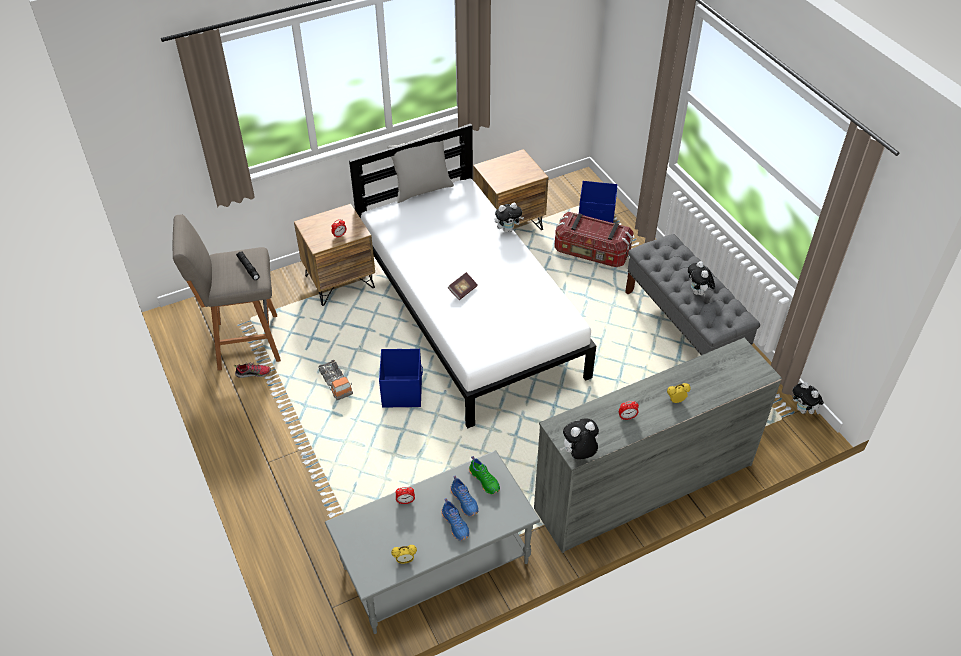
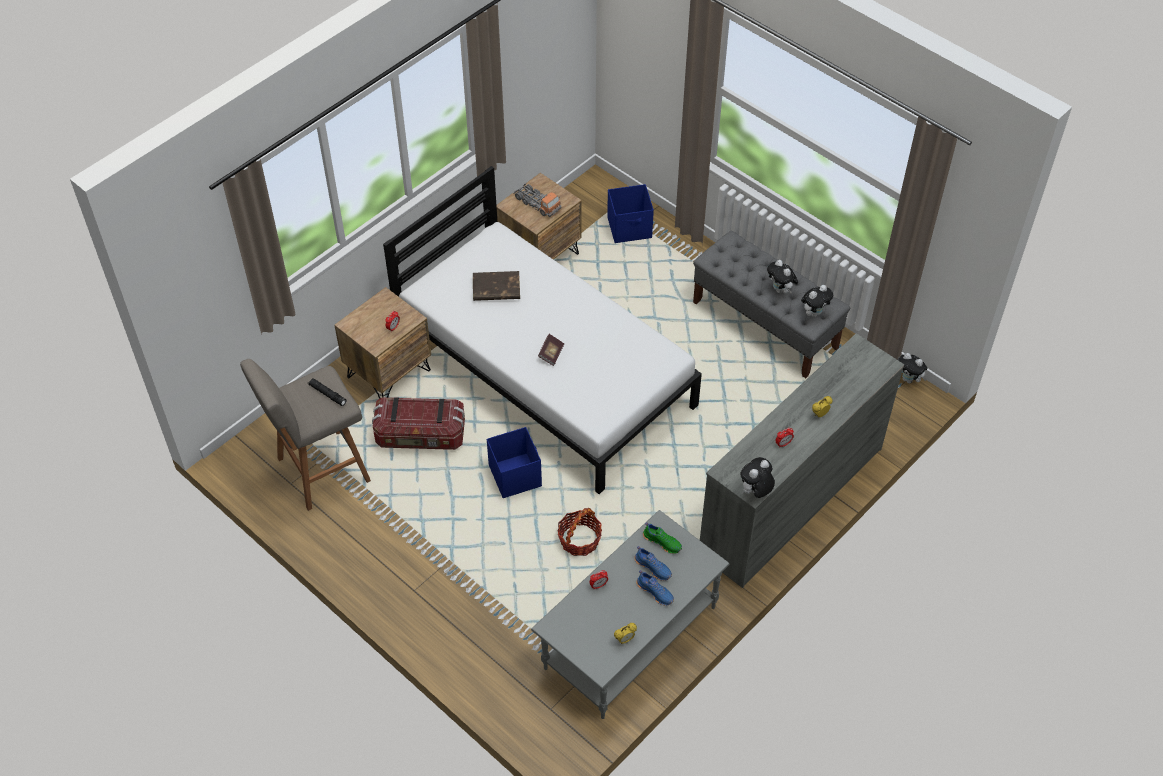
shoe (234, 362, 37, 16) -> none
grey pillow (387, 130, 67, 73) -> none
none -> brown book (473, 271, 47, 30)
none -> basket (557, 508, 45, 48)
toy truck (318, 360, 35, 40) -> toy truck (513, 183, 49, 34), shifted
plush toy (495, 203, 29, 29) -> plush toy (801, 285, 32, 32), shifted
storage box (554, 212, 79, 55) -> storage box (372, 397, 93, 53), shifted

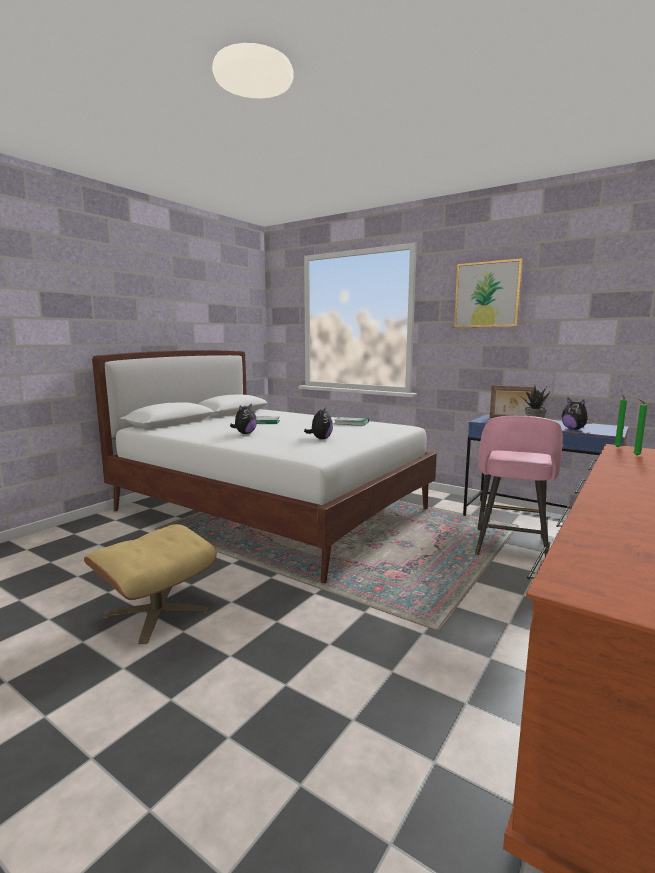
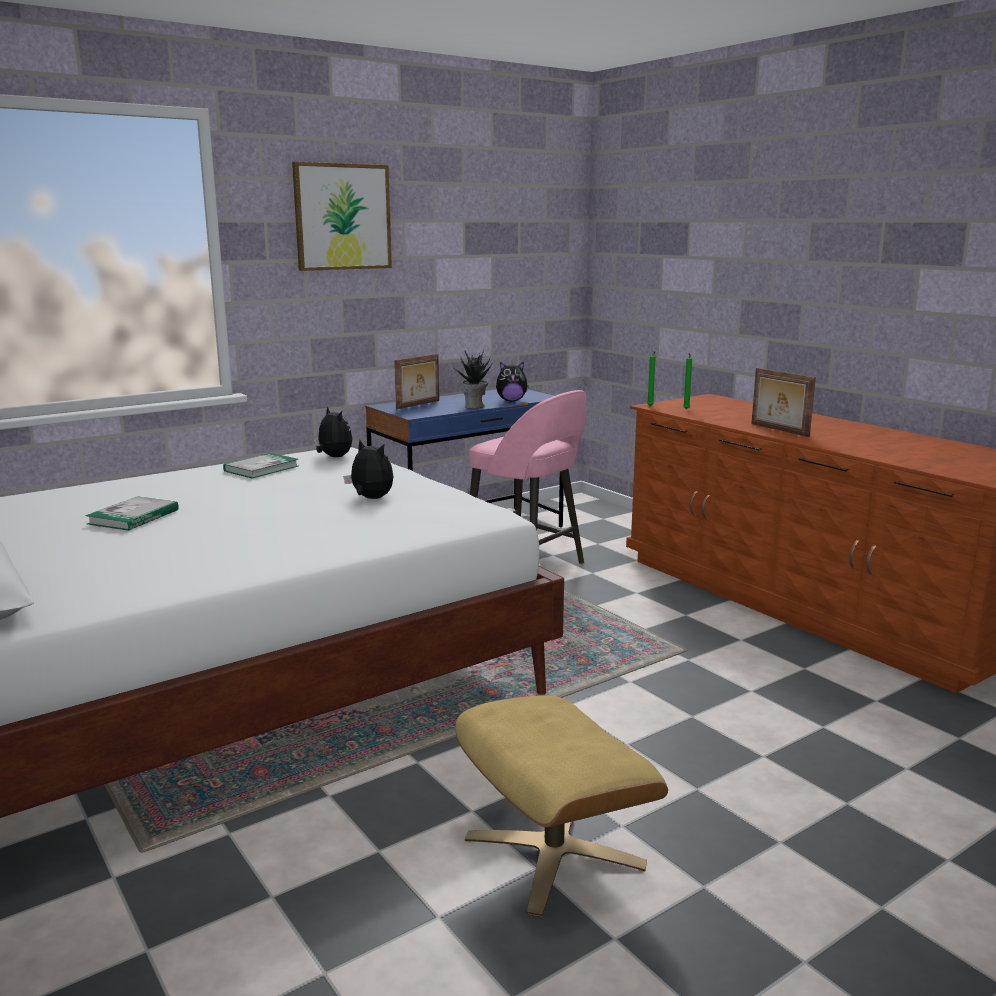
none -> picture frame (751, 368, 65, 69)
plush toy (230, 403, 27, 31) -> plush toy (314, 407, 38, 50), shifted

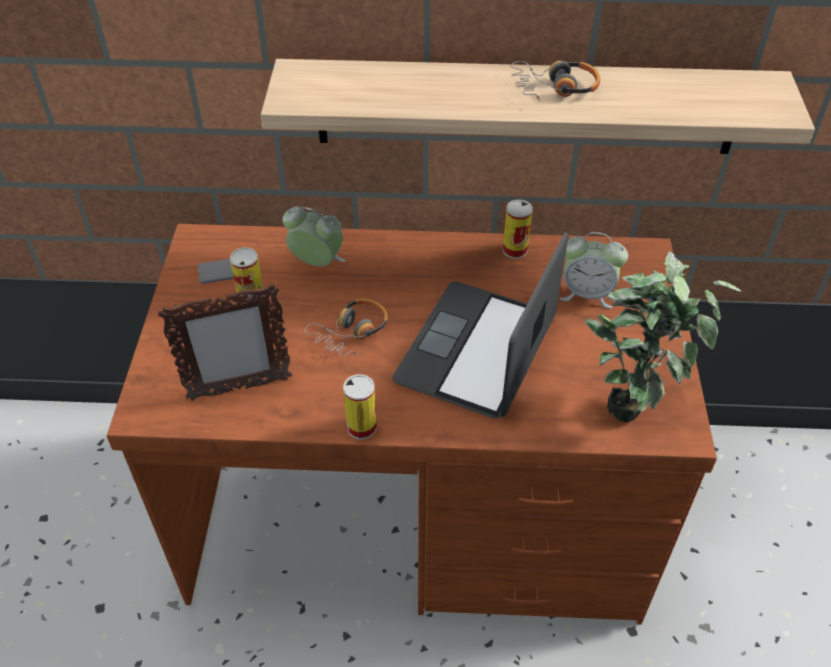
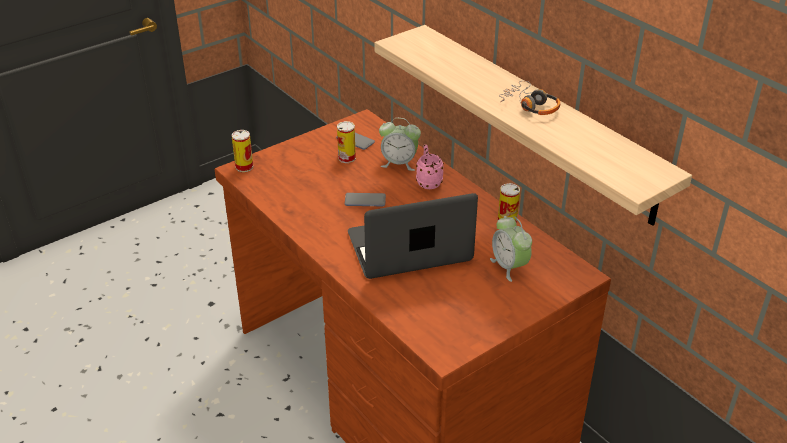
picture frame (158, 284, 134, 117) -> none
potted plant (585, 252, 156, 170) -> none
none -> pink mug (416, 145, 28, 44)
can (343, 374, 34, 66) -> can (231, 130, 22, 42), shifted
headphones (305, 298, 83, 59) -> phone (345, 193, 41, 13)
alarm clock (282, 207, 64, 60) -> alarm clock (379, 118, 42, 53), 120 degrees clockwise

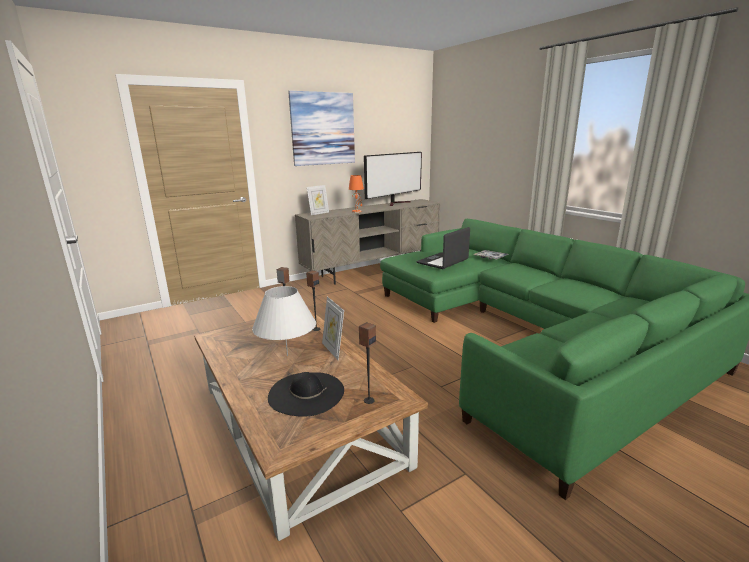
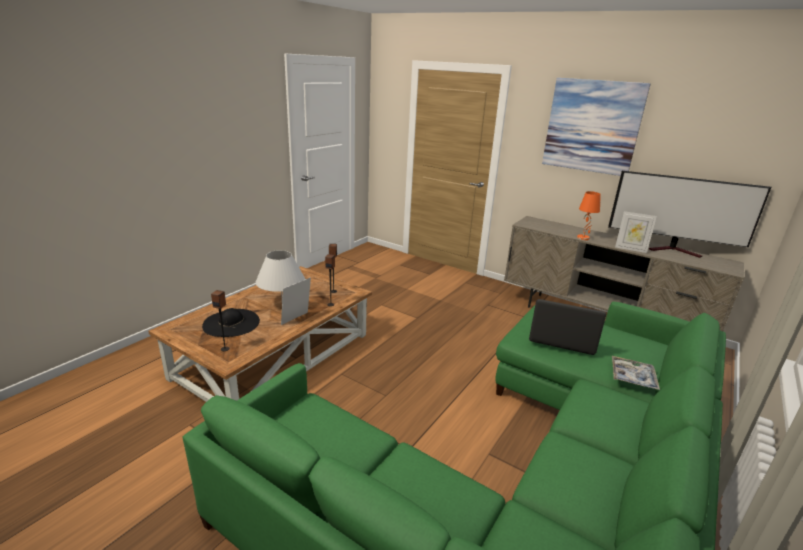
picture frame (307, 185, 22, 30) -> picture frame (615, 211, 42, 42), shifted

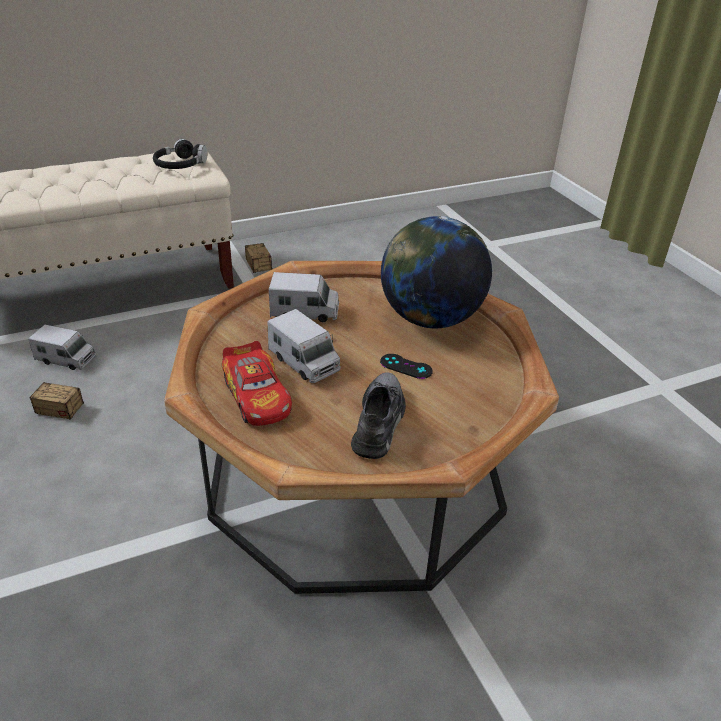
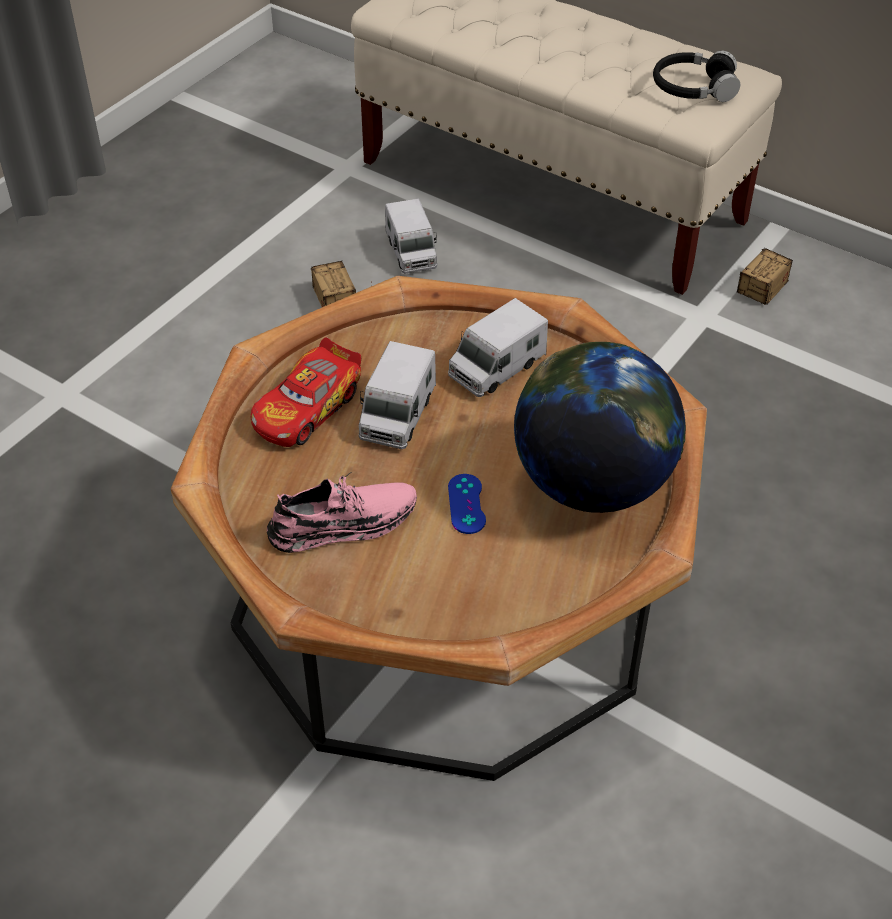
grey shoe (351, 372, 55, 87) -> pink shoe (267, 472, 150, 81)
black game controller (380, 354, 53, 25) -> blue game controller (448, 474, 38, 60)
toy truck (269, 272, 70, 50) -> toy truck (448, 298, 100, 99), 75 degrees clockwise

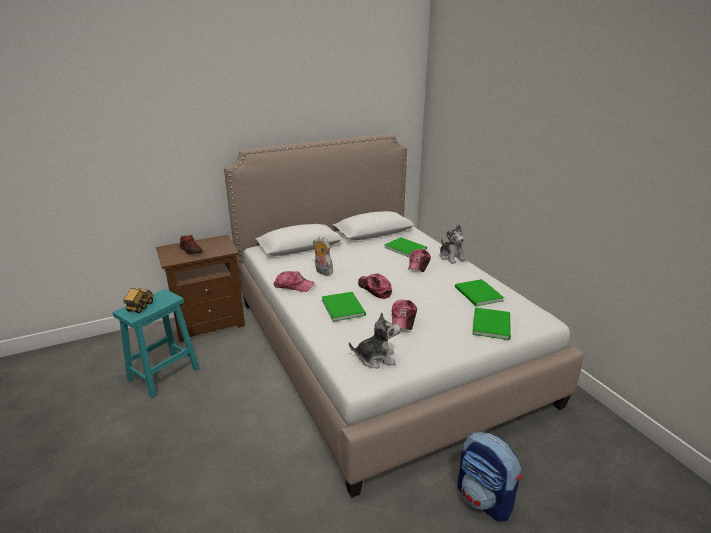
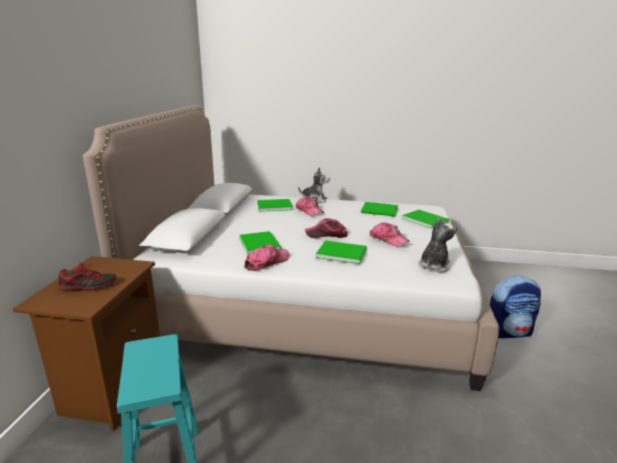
toy truck (123, 288, 31, 25) -> none
plush toy (313, 236, 20, 39) -> green book (239, 231, 43, 23)

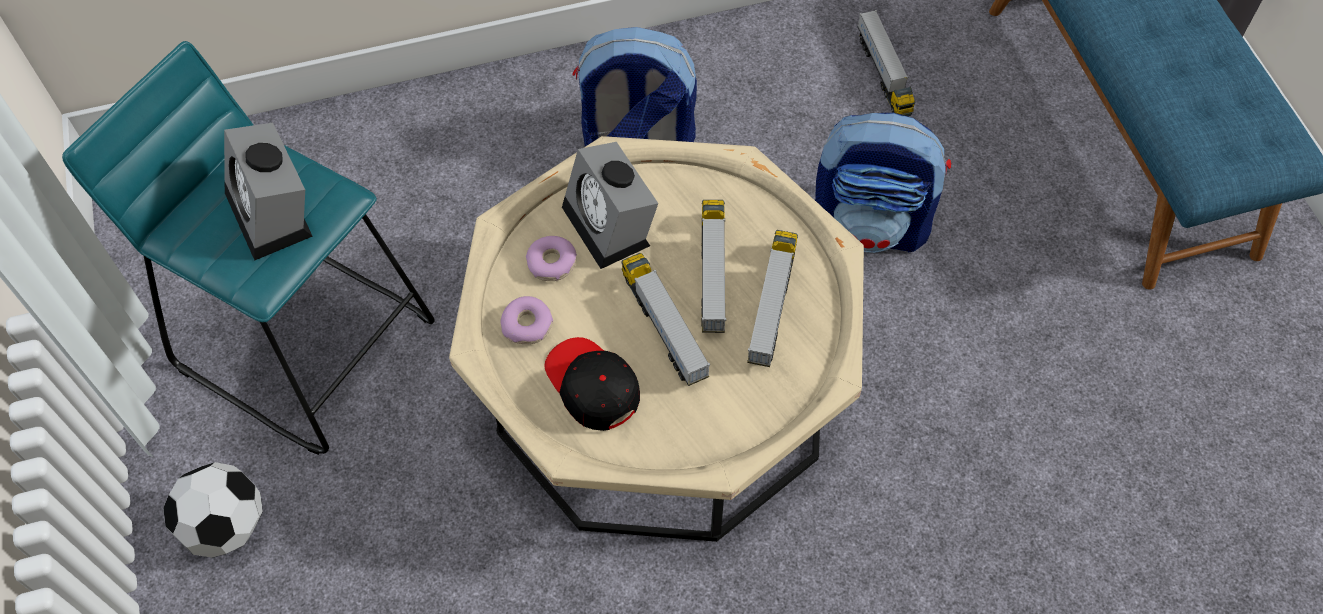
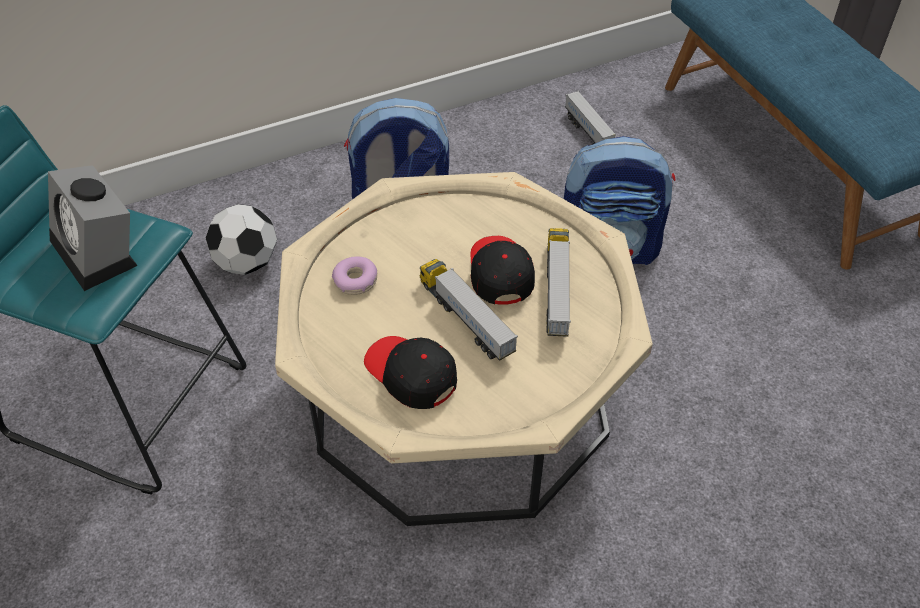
donut (501, 296, 52, 48) -> none
alarm clock (562, 142, 96, 127) -> none
football (163, 462, 100, 96) -> football (206, 204, 71, 71), shifted
toy truck (701, 200, 25, 133) -> black cap (471, 236, 64, 69)

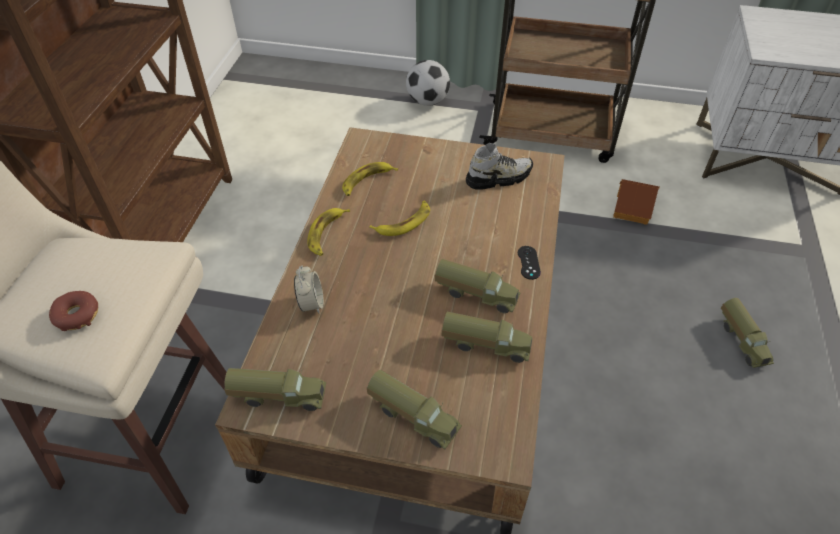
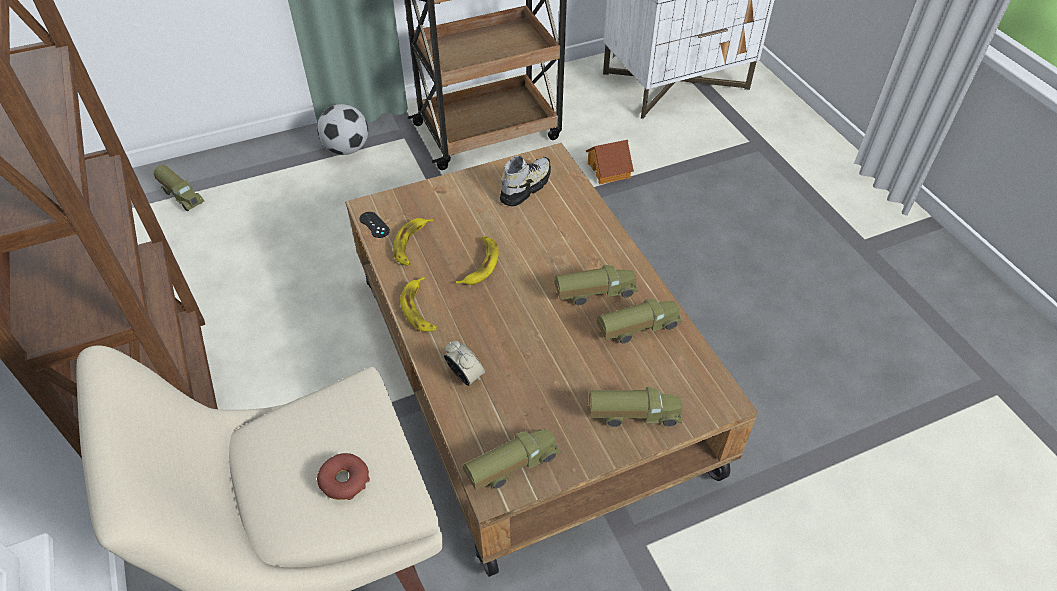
black game controller (518, 246, 23, 34) -> black game controller (359, 212, 31, 26), shifted
toy truck (721, 298, 53, 70) -> toy truck (154, 165, 50, 46), shifted

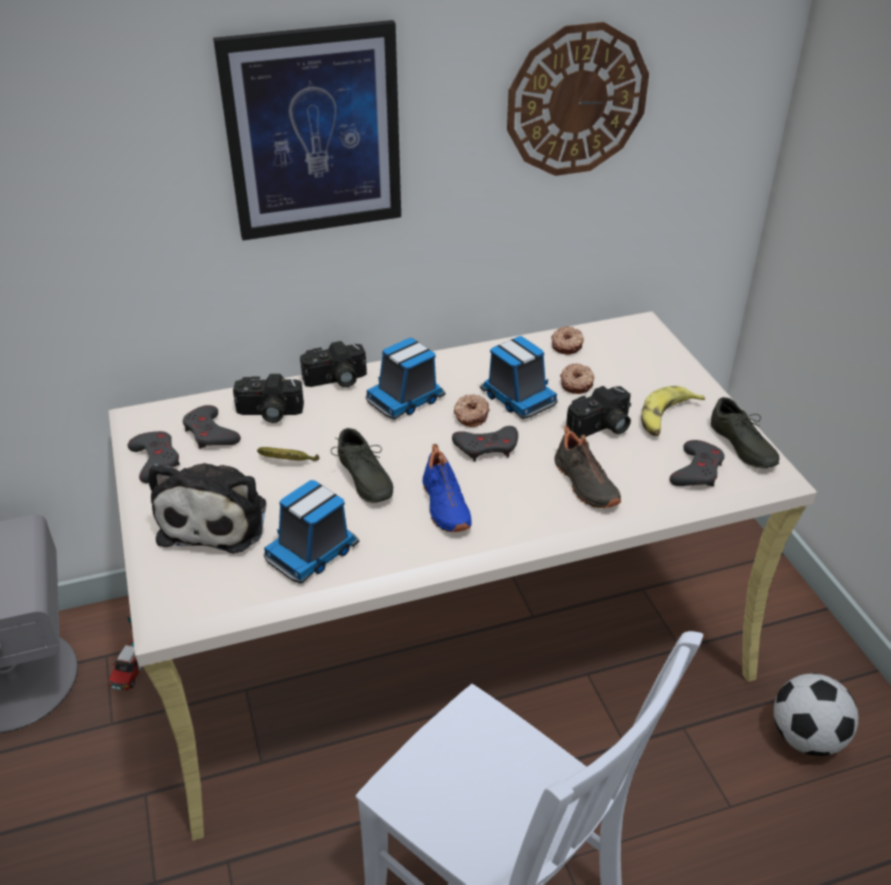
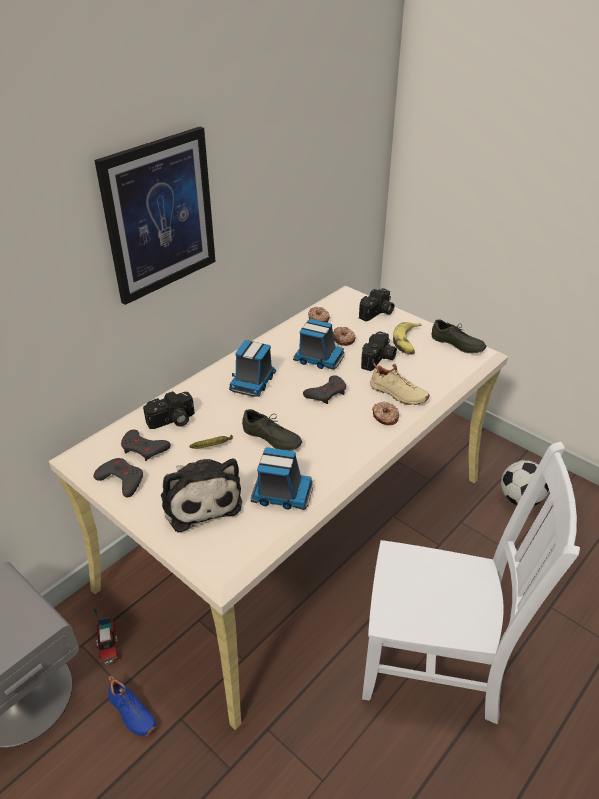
wall clock (507, 22, 142, 154) -> none
grey game controller (670, 440, 55, 47) -> none
photo camera (300, 341, 67, 47) -> photo camera (359, 288, 35, 33), shifted
blue shoe (423, 444, 49, 88) -> blue shoe (108, 676, 48, 60), shifted
donut (454, 394, 36, 33) -> donut (372, 402, 27, 23), shifted
black shoe (555, 425, 66, 83) -> beige shoe (370, 363, 60, 42)
toy truck (264, 480, 96, 104) -> toy truck (251, 447, 62, 63), 90 degrees counterclockwise

